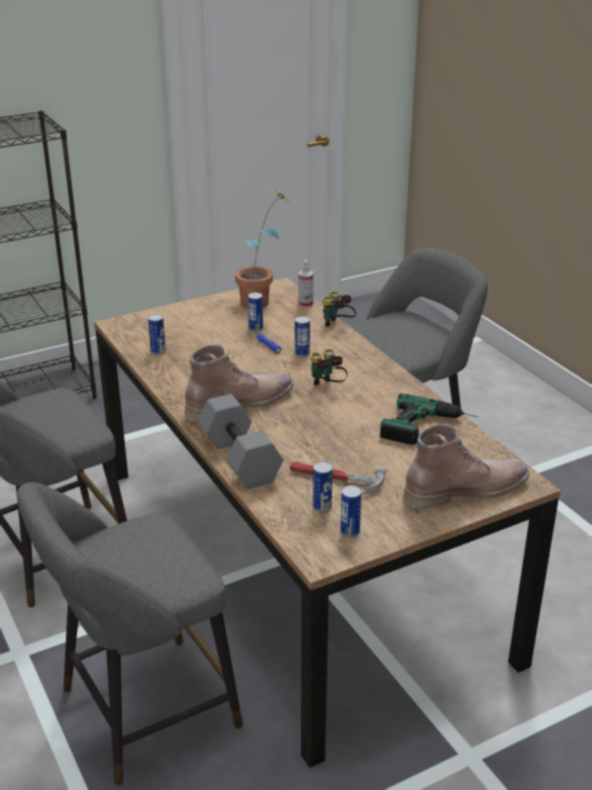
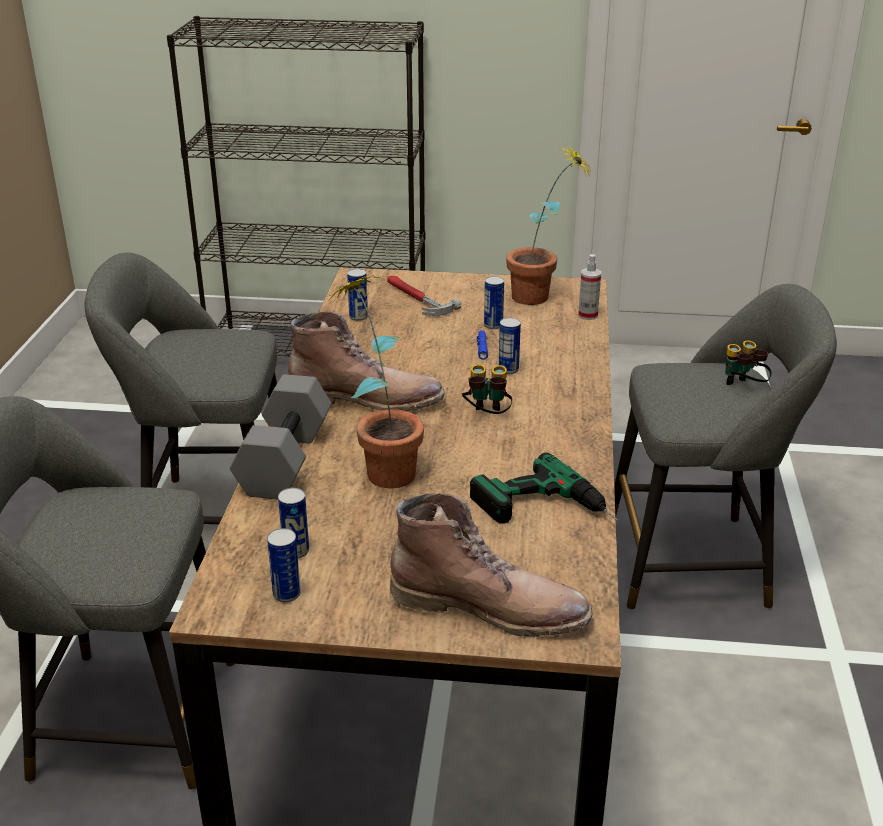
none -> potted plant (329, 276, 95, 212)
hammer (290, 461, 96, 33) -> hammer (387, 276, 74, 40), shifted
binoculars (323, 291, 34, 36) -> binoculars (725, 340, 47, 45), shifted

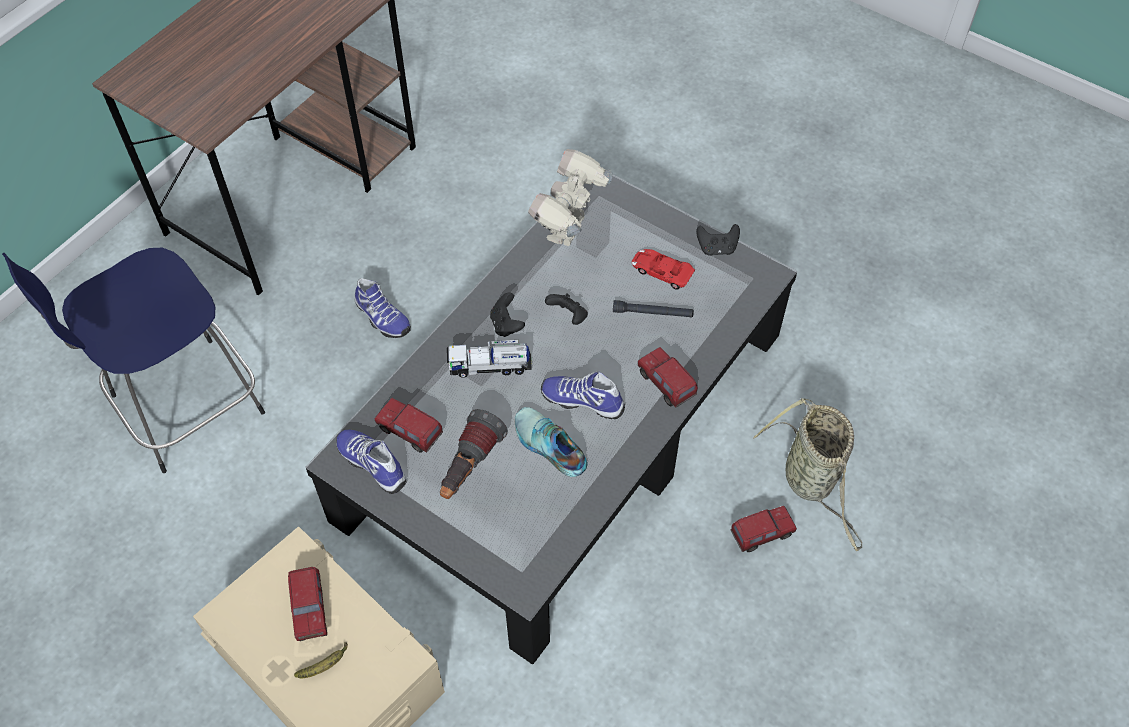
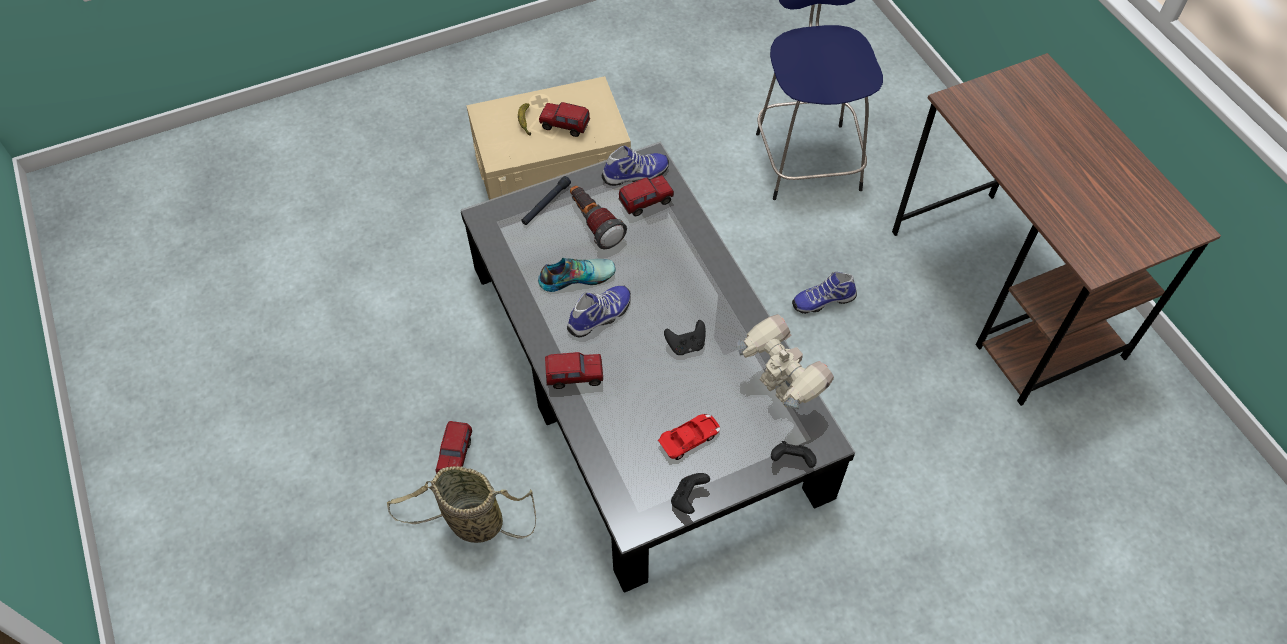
toy truck (447, 340, 85, 38) -> none
black game controller (490, 292, 35, 45) -> black game controller (771, 441, 46, 27), shifted
black flashlight (613, 300, 81, 17) -> black flashlight (521, 176, 50, 49), shifted

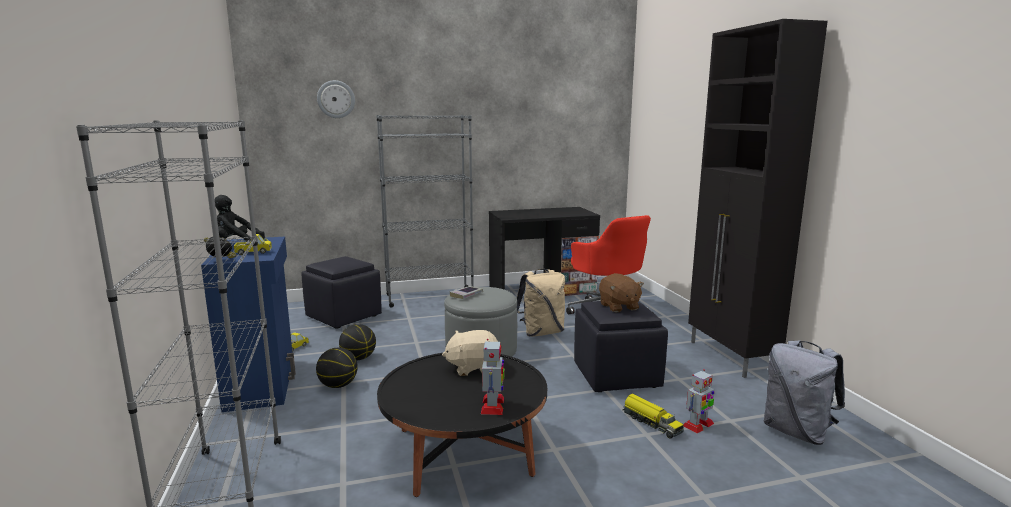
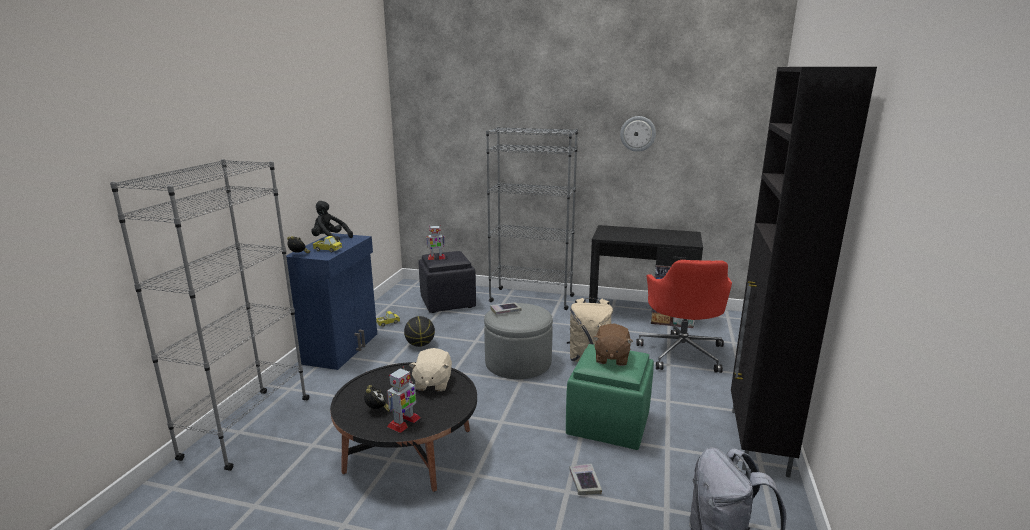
basketball (316, 348, 42, 40) -> none
none -> alarm clock (364, 385, 26, 27)
wall clock (317, 80, 38, 38) -> wall clock (620, 116, 36, 36), shifted
toy robot (684, 369, 31, 64) -> toy robot (426, 225, 19, 35), shifted
toy truck (622, 393, 62, 46) -> book (569, 464, 33, 31)
black ottoman (574, 301, 94, 91) -> green ottoman (566, 344, 88, 106)
beige plush toy (442, 330, 56, 46) -> beige plush toy (409, 348, 43, 44), 105 degrees counterclockwise

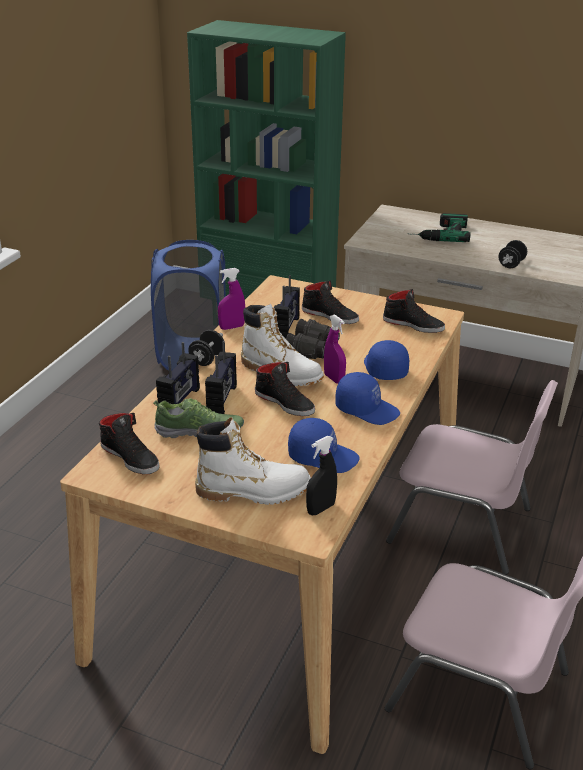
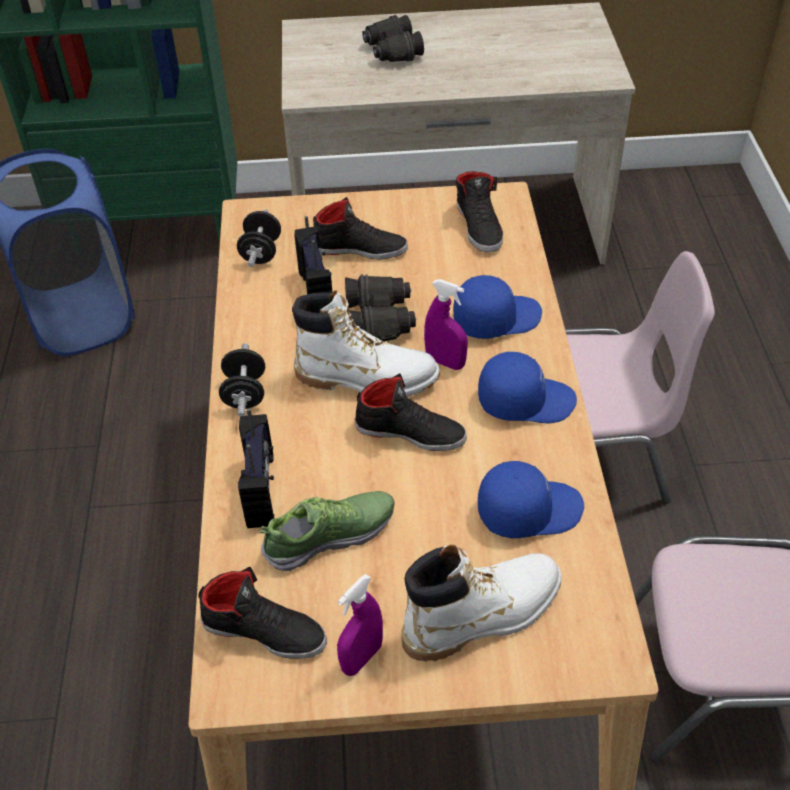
radio (205, 341, 32, 73) -> none
black spray bottle (306, 436, 31, 79) -> none
purple spray bottle (218, 268, 27, 62) -> purple spray bottle (337, 574, 46, 102), shifted
black dumbbell (499, 240, 28, 28) -> black dumbbell (237, 209, 44, 58), shifted
power drill (408, 213, 62, 29) -> black binoculars (362, 15, 62, 47)
blue cap (364, 340, 45, 40) -> blue cap (453, 275, 89, 64), 105 degrees clockwise
black shoe (383, 289, 62, 44) -> black shoe (456, 171, 47, 81), 75 degrees clockwise

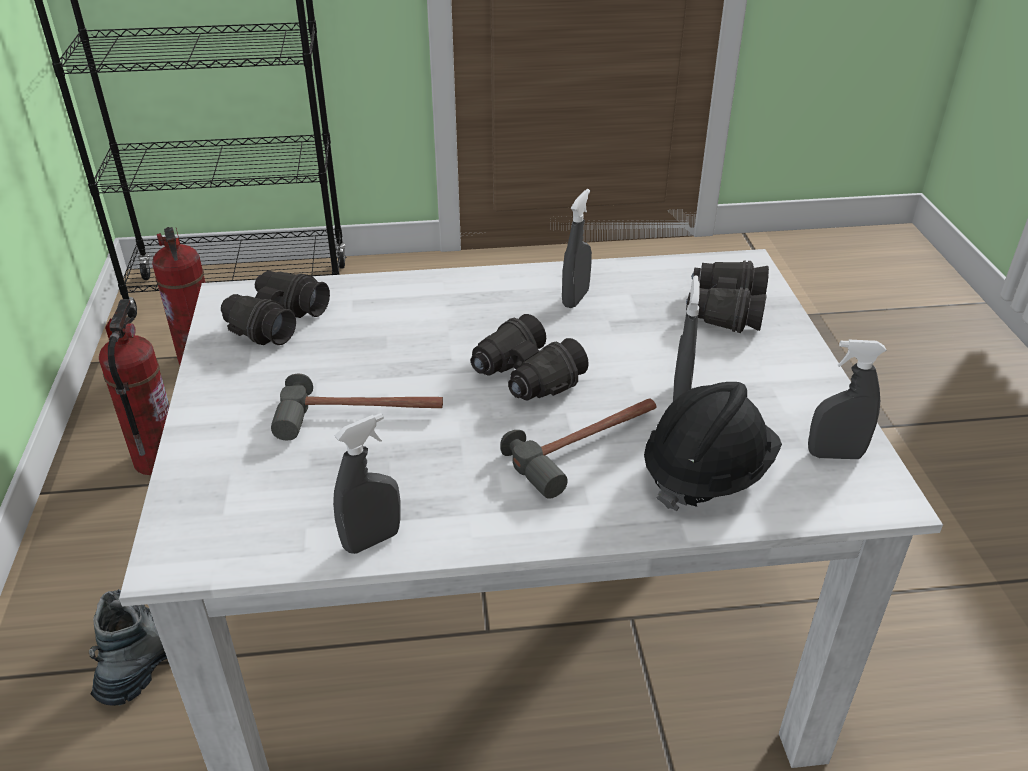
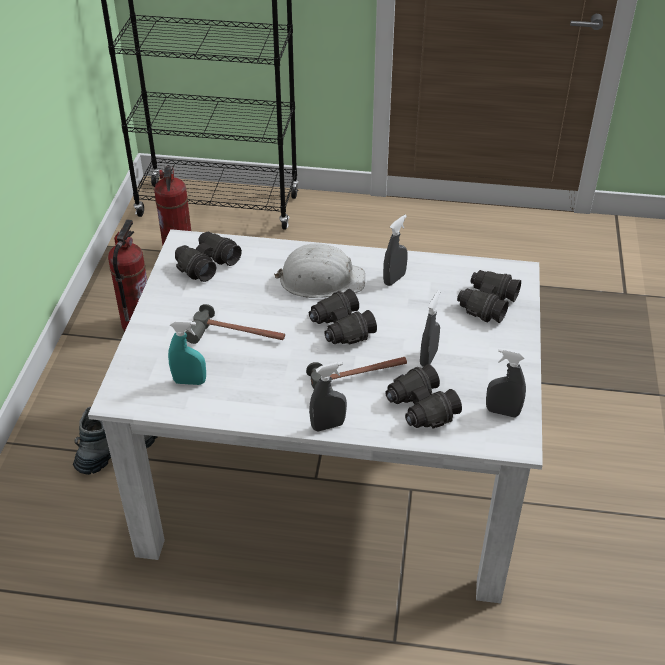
none -> turquoise spray bottle (168, 320, 38, 65)
none -> white hard hat (274, 244, 91, 54)
grey spray bottle (333, 413, 68, 141) -> grey spray bottle (309, 362, 38, 69), shifted
black hard hat (644, 382, 138, 129) -> black binoculars (385, 364, 77, 65)

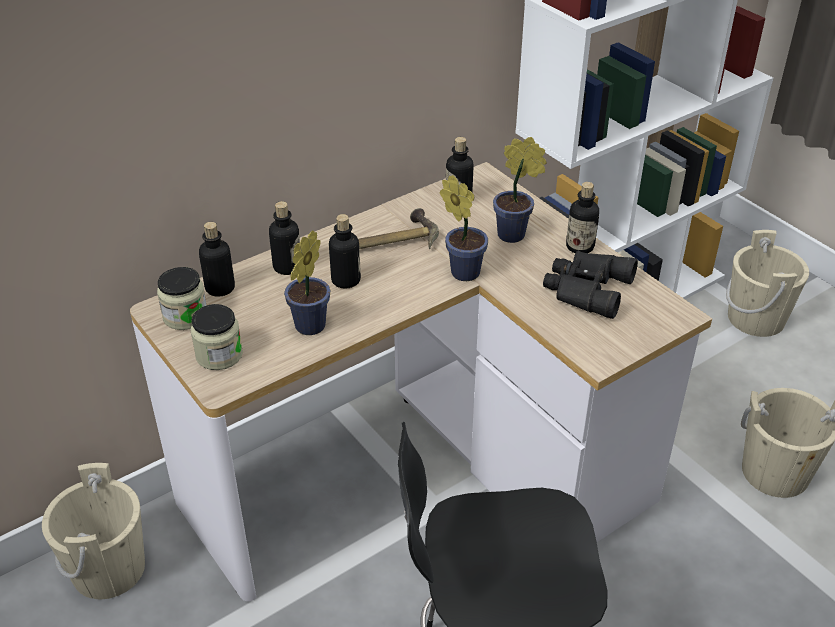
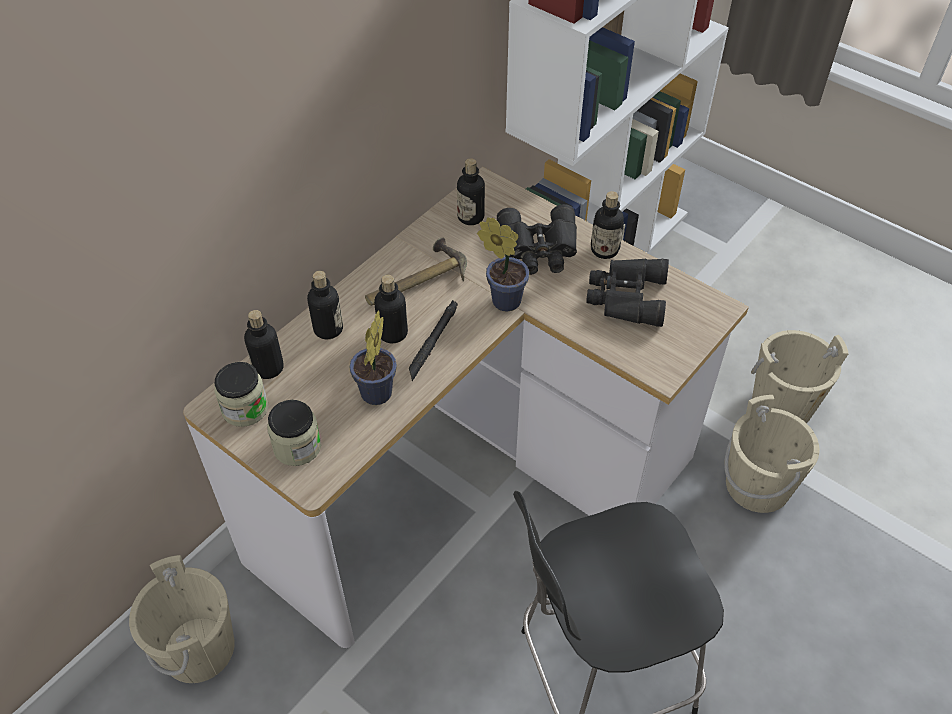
none -> black flashlight (409, 300, 49, 81)
beige bucket (726, 230, 83, 107) -> beige bucket (724, 395, 96, 118), shifted
potted plant (493, 137, 54, 106) -> black binoculars (497, 204, 80, 71)

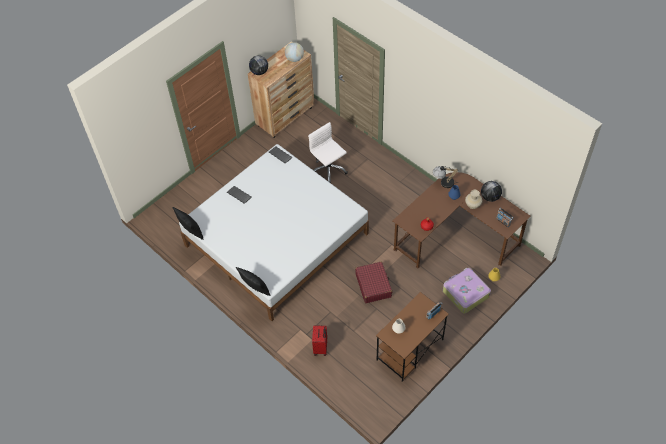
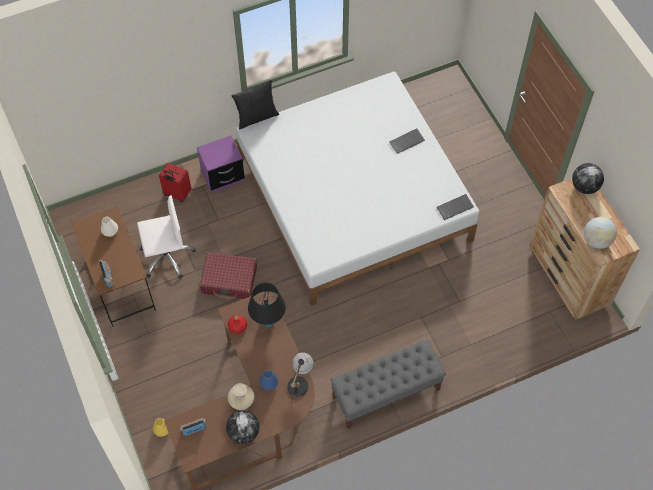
black pillow (172, 207, 31, 33) -> none
suitcase (443, 268, 48, 46) -> none
none -> purple nightstand (197, 135, 48, 58)
none -> black table lamp (248, 282, 38, 45)
none -> grey bench (331, 339, 115, 90)
white office chair (308, 122, 40, 61) -> white office chair (137, 195, 59, 84), shifted

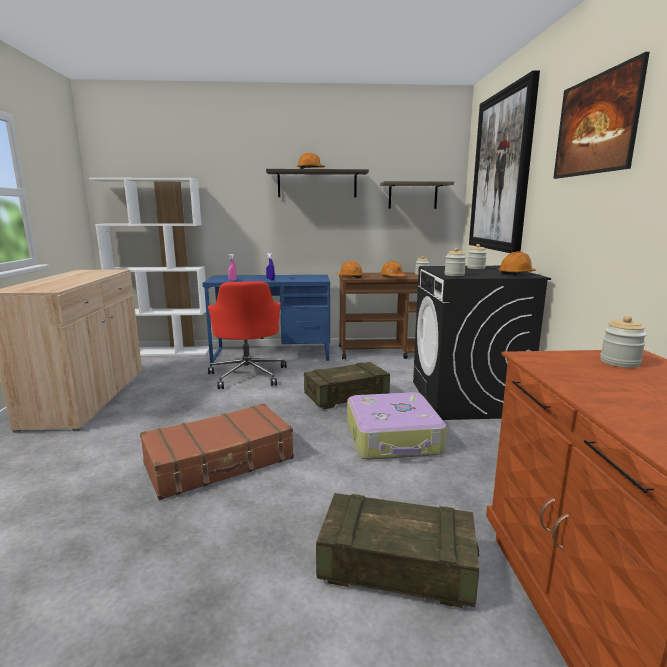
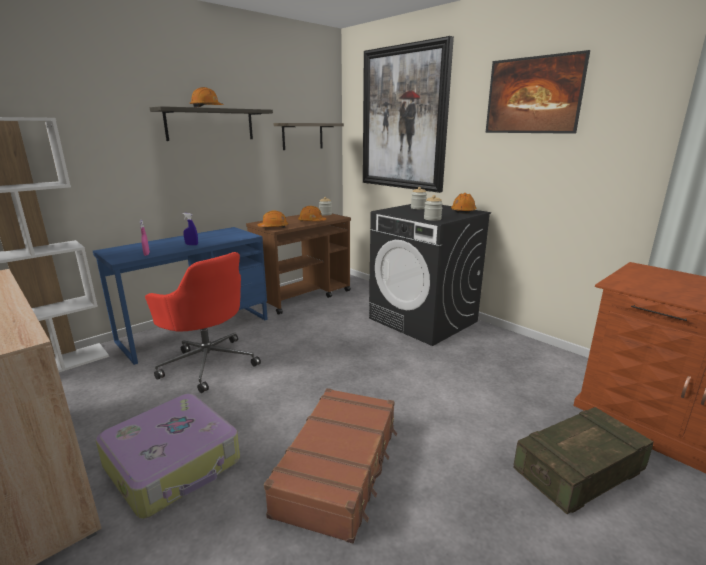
crate (304, 362, 86, 47) -> none
jar (600, 316, 47, 52) -> none
suitcase (347, 392, 100, 68) -> suitcase (95, 394, 145, 125), shifted

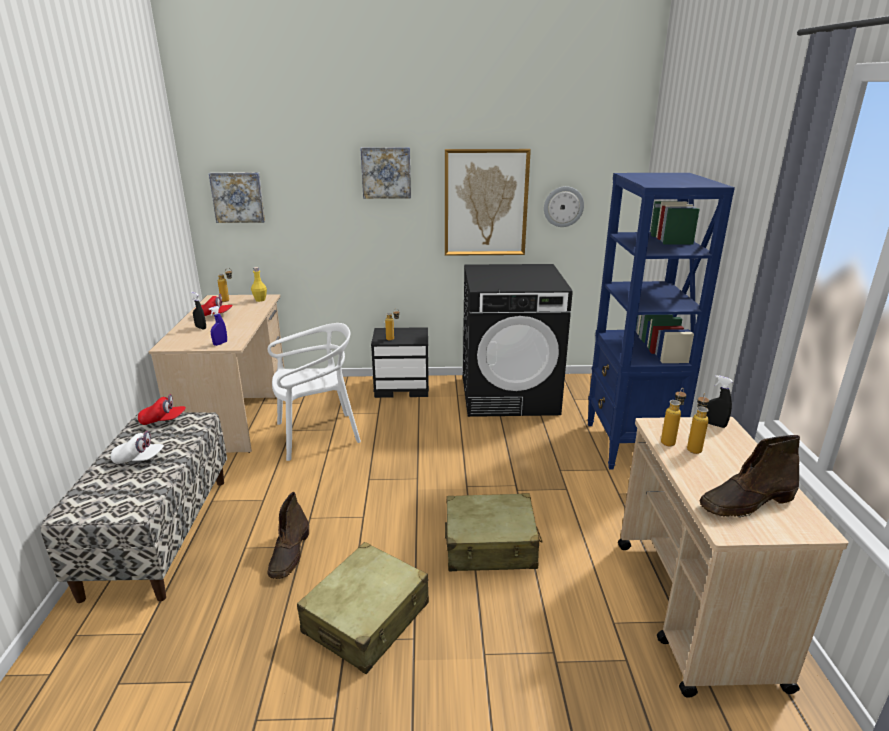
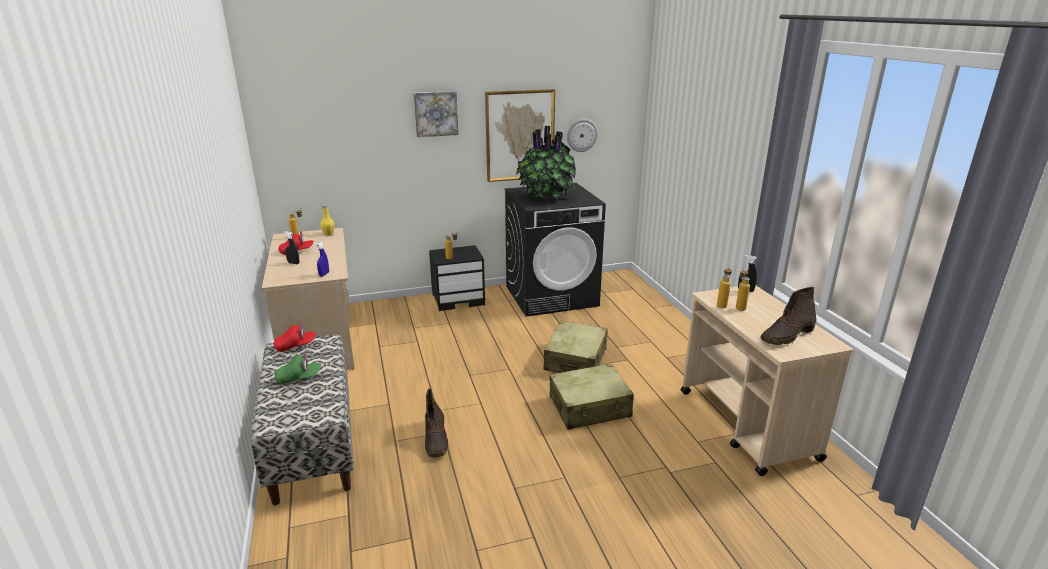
picture (209, 172, 56, 51) -> none
white chair (267, 323, 94, 138) -> none
blue bookcase (587, 173, 148, 297) -> none
none -> potted plant (516, 125, 60, 75)
beige suitcase (297, 542, 132, 132) -> beige suitcase (543, 321, 65, 52), shifted
white cap (110, 431, 54, 33) -> green cap (275, 352, 46, 32)

